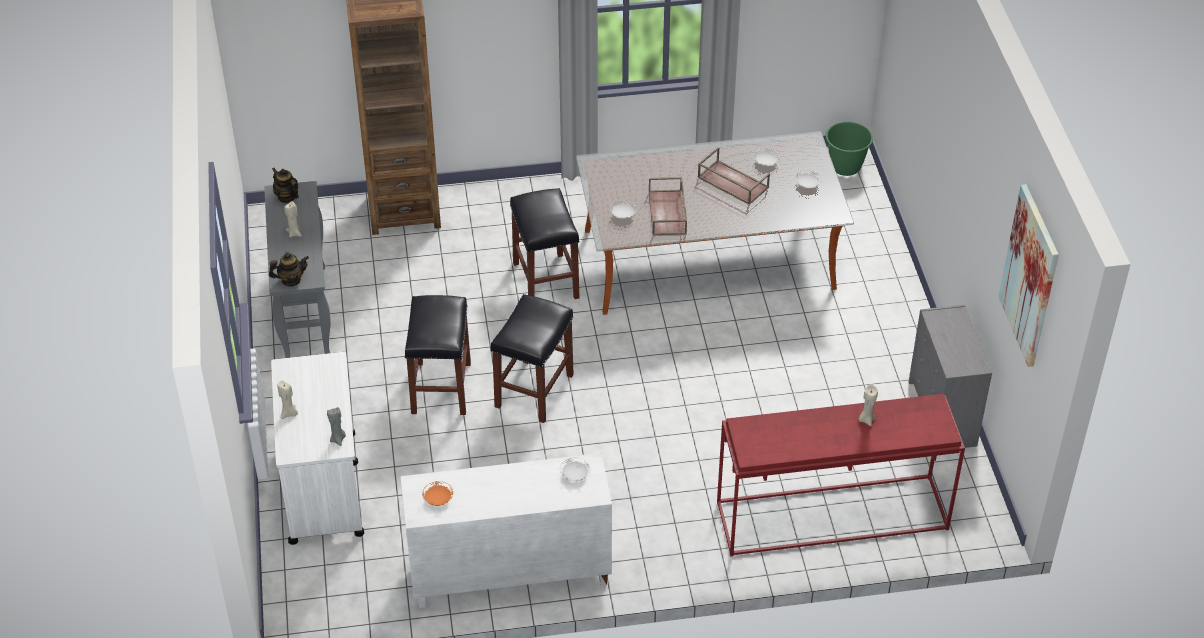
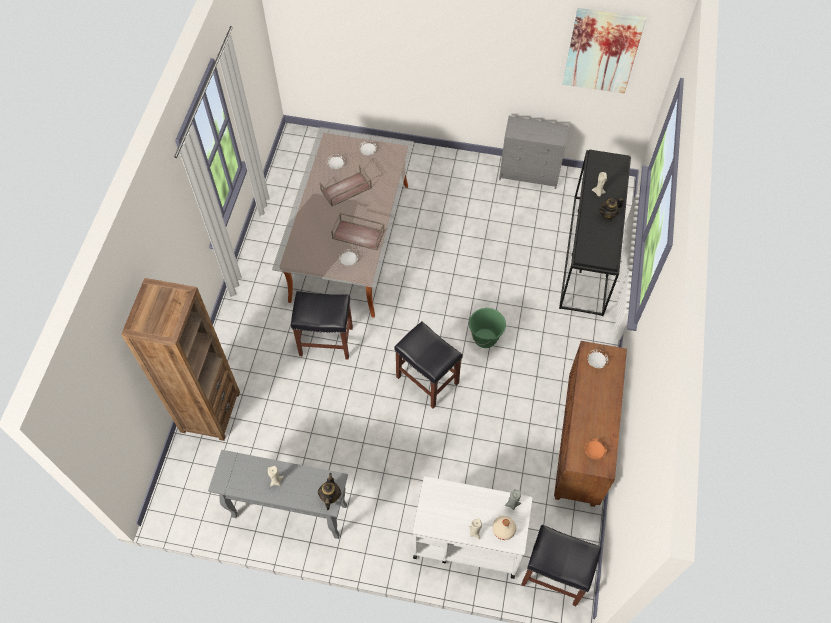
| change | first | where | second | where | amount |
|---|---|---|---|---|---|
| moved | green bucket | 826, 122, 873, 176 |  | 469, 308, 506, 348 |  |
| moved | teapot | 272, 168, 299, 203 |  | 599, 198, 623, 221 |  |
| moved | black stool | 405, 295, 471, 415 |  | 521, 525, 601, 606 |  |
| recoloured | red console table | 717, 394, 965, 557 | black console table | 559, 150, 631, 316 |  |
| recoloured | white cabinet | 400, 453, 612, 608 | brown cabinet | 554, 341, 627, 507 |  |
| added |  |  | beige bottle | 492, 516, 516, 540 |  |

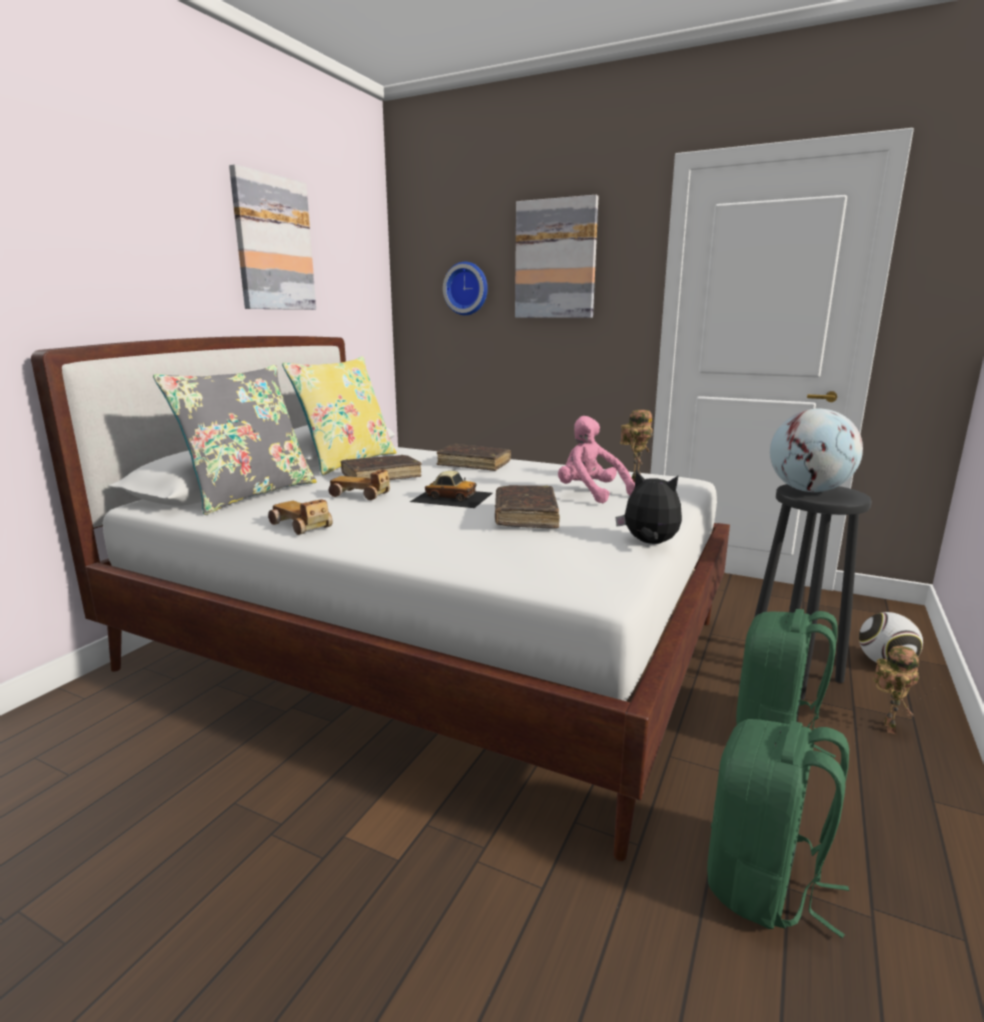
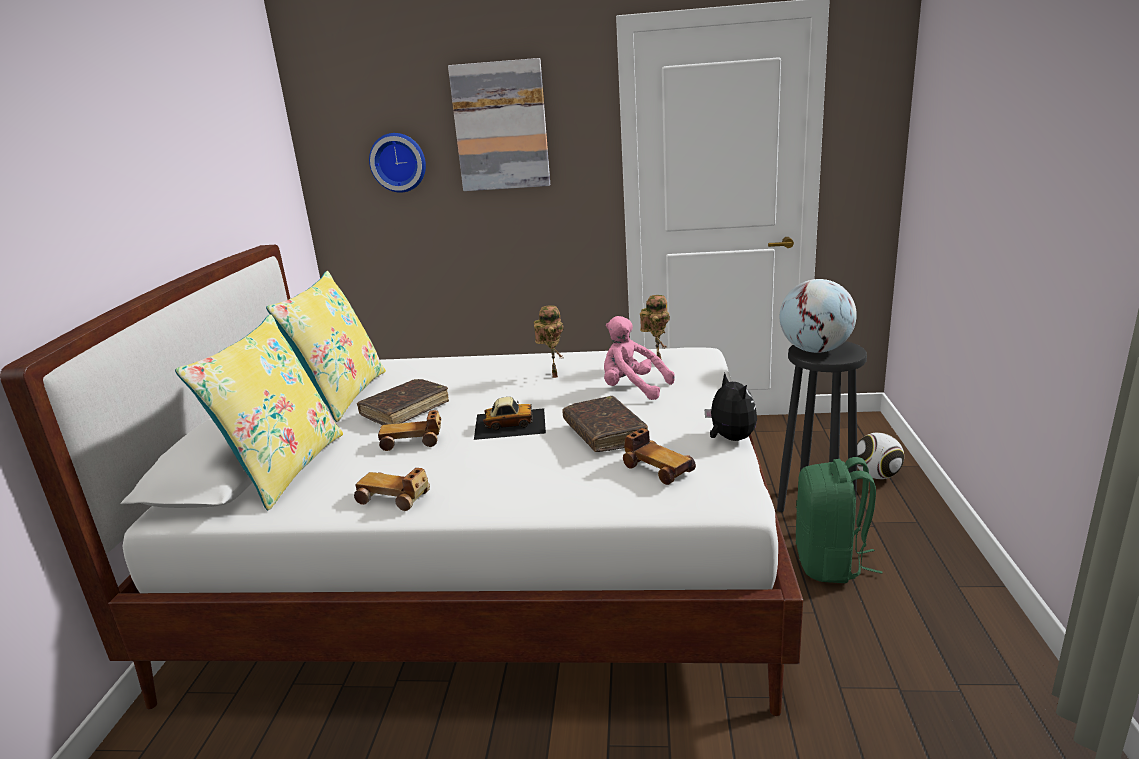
| change | first | where | second | where | amount |
|---|---|---|---|---|---|
| removed | picture | 229, 164, 316, 310 |  |  |  |
| recoloured | grey pillow | 153, 365, 317, 515 | yellow pillow | 175, 314, 343, 510 |  |
| removed | brown book | 437, 444, 511, 471 |  |  |  |
| turned | plush toy | 616, 471, 682, 544 |  | 704, 373, 757, 441 | 60 degrees clockwise |
| moved | toy robot | 873, 645, 919, 734 |  | 534, 305, 564, 378 |  |
| removed | green backpack | 707, 719, 849, 938 |  |  |  |
| added |  |  | toy car | 623, 428, 696, 485 |  |

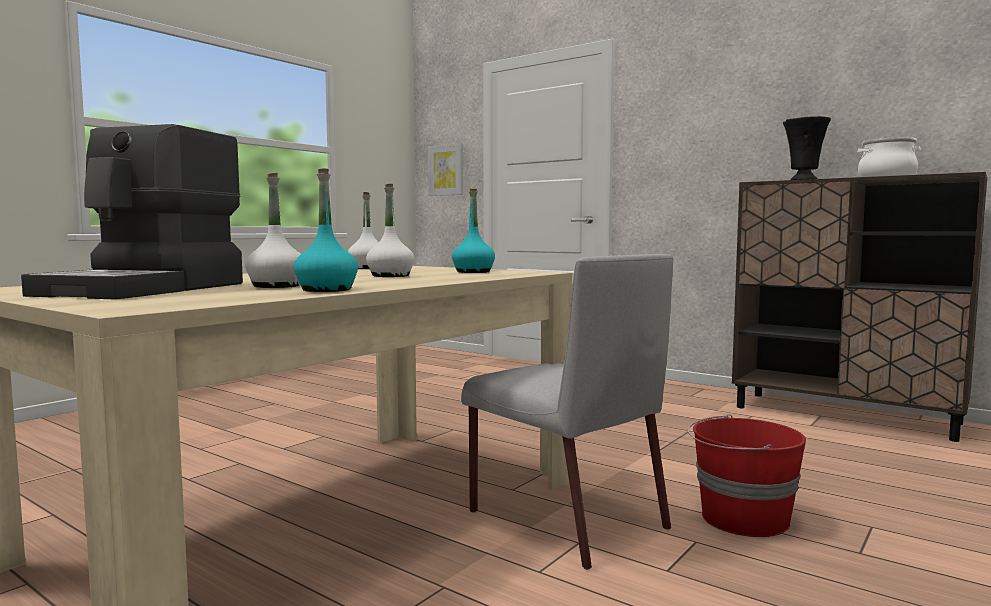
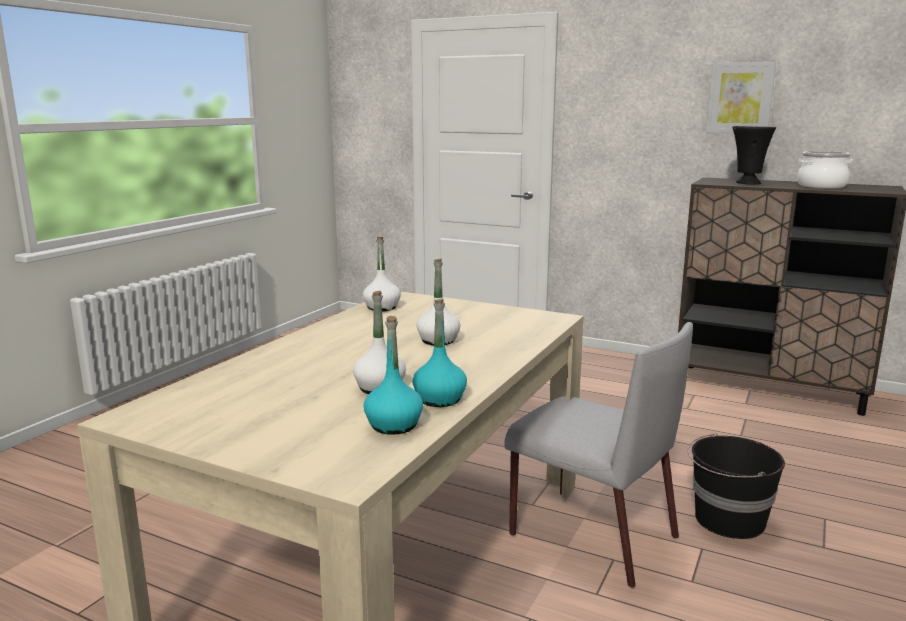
| change | first | where | second | where | amount |
|---|---|---|---|---|---|
| removed | coffee machine | 21, 124, 243, 300 |  |  |  |
| moved | picture | 428, 143, 463, 196 |  | 706, 62, 776, 133 |  |
| moved | turquoise bottle | 452, 188, 495, 273 |  | 364, 316, 423, 435 |  |
| recoloured | red bucket | 688, 414, 806, 537 | black bucket | 687, 433, 785, 539 |  |

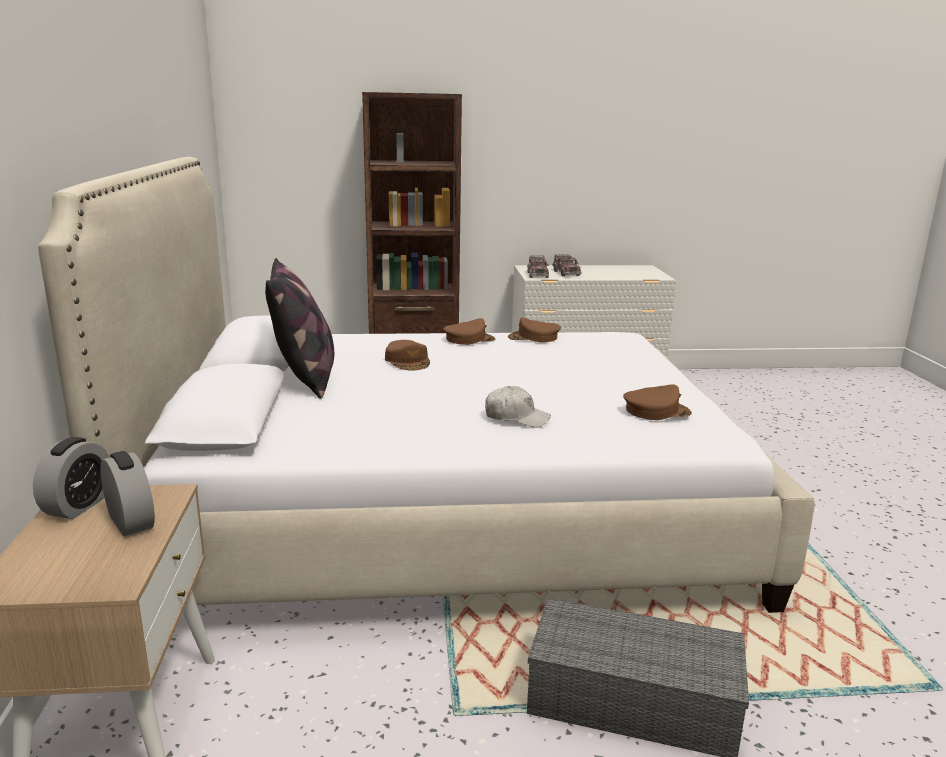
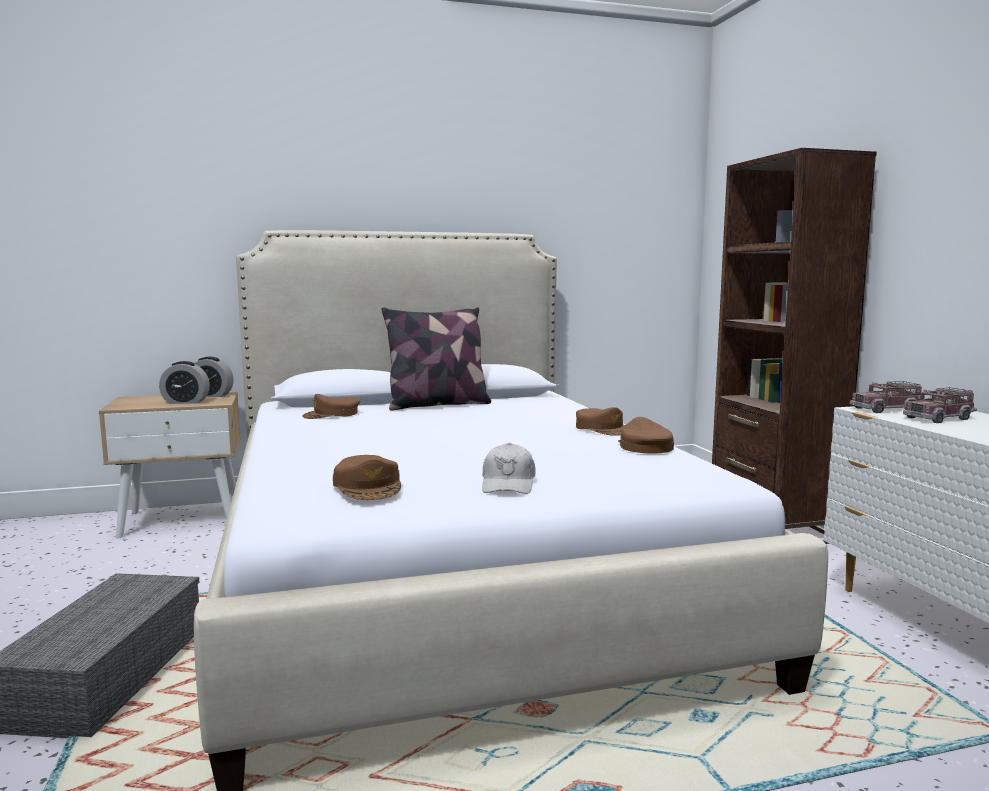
| change | first | where | second | where | amount |
|---|---|---|---|---|---|
| moved | brown cap | 385, 340, 430, 371 |  | 302, 394, 360, 419 |  |
| moved | white cap | 485, 386, 551, 428 |  | 482, 443, 536, 494 |  |
| turned | alarm clock | 100, 451, 155, 536 |  | 159, 361, 210, 404 | 45 degrees clockwise |

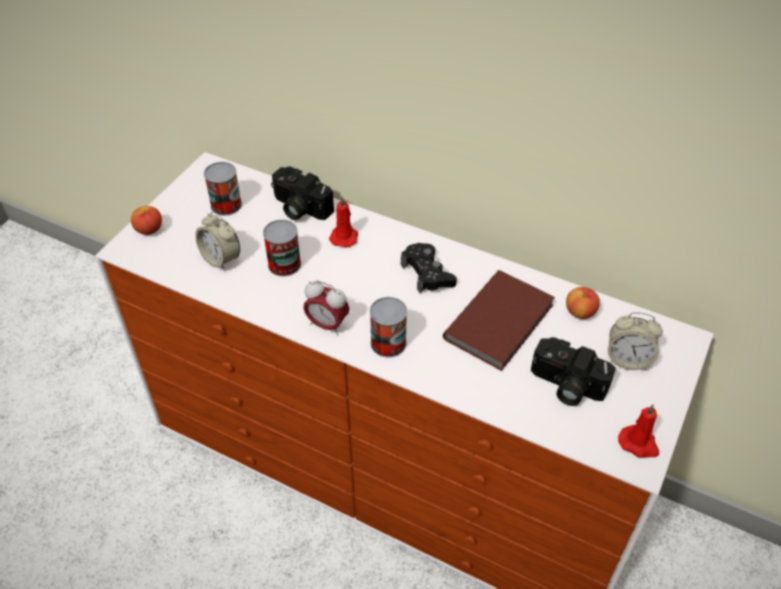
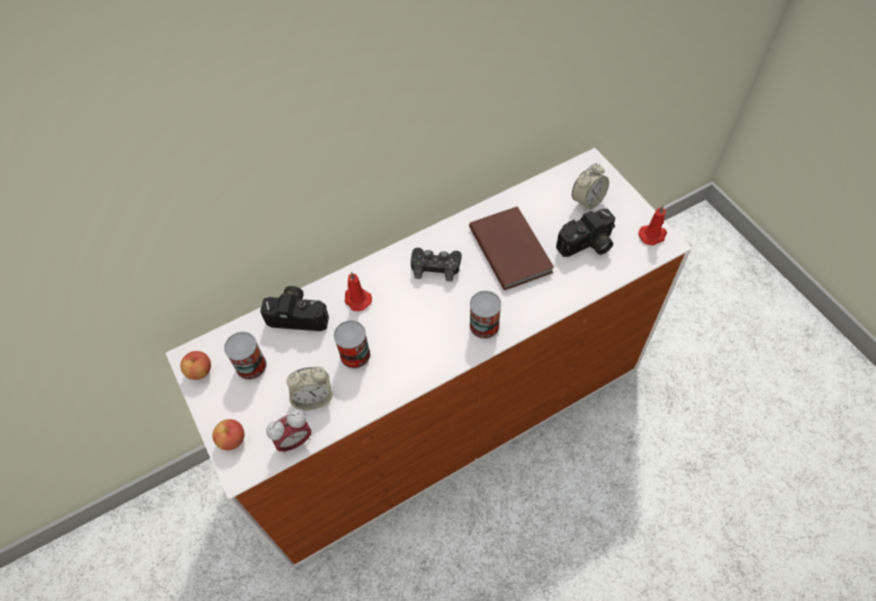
| change | first | where | second | where | amount |
|---|---|---|---|---|---|
| turned | photo camera | 271, 166, 334, 220 |  | 260, 286, 329, 331 | 150 degrees counterclockwise |
| moved | alarm clock | 303, 280, 349, 335 |  | 266, 410, 311, 454 |  |
| moved | apple | 566, 287, 600, 319 |  | 180, 351, 211, 380 |  |

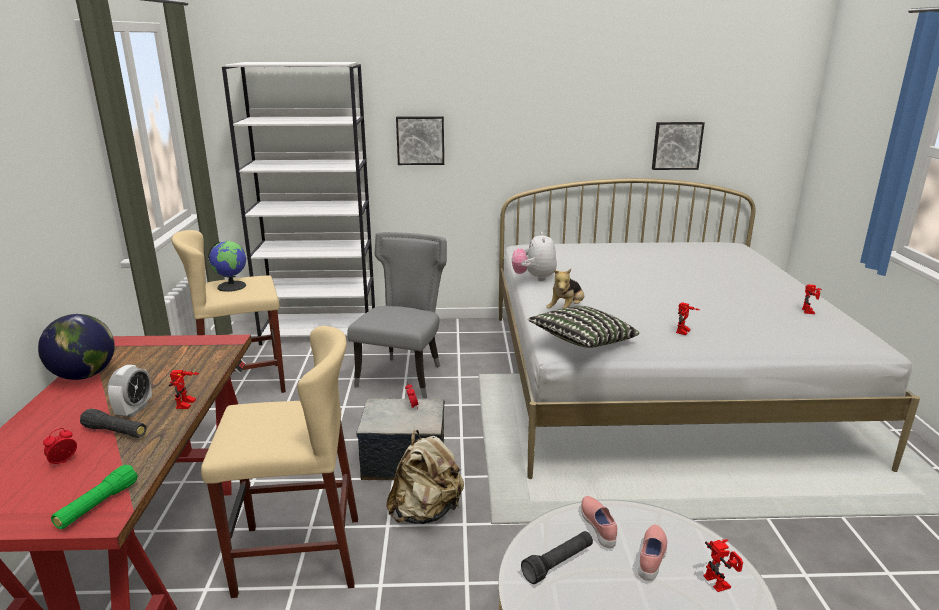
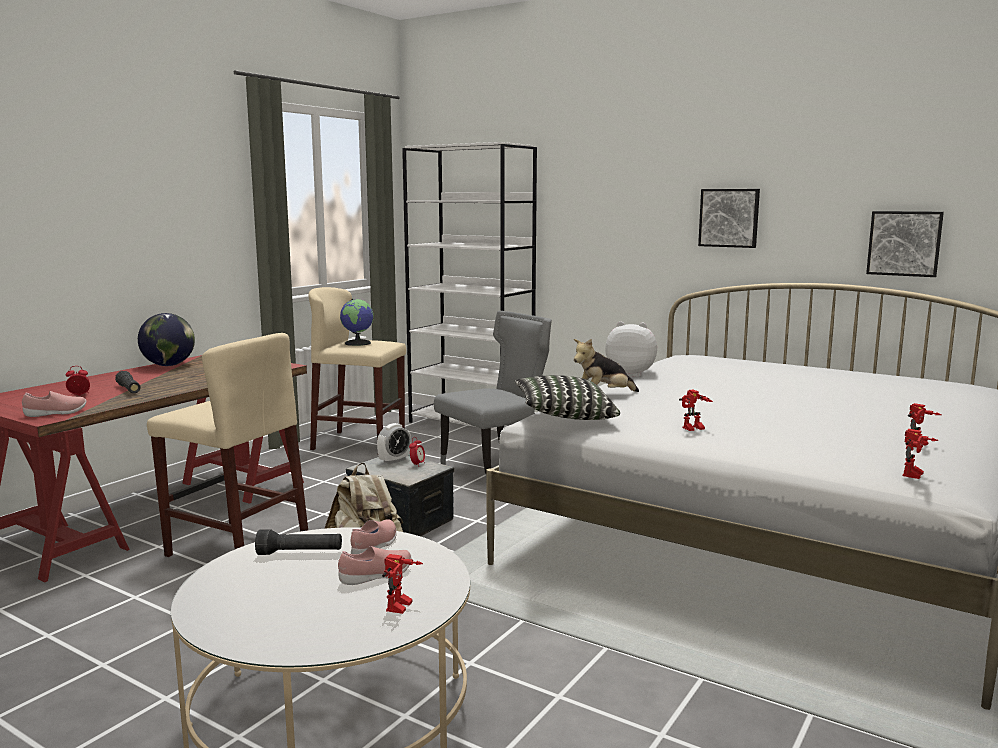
| change | first | where | second | where | amount |
|---|---|---|---|---|---|
| moved | picture | 396, 116, 444, 165 |  | 698, 189, 760, 248 |  |
| turned | plush toy | 512, 232, 557, 281 |  | 605, 321, 657, 377 | 75 degrees clockwise |
| moved | alarm clock | 108, 365, 152, 417 |  | 377, 423, 411, 464 |  |
| moved | toy robot | 169, 370, 200, 409 |  | 903, 429, 939, 479 |  |
| replaced | green flashlight | 51, 465, 138, 529 | pink shoe | 22, 391, 86, 417 |  |

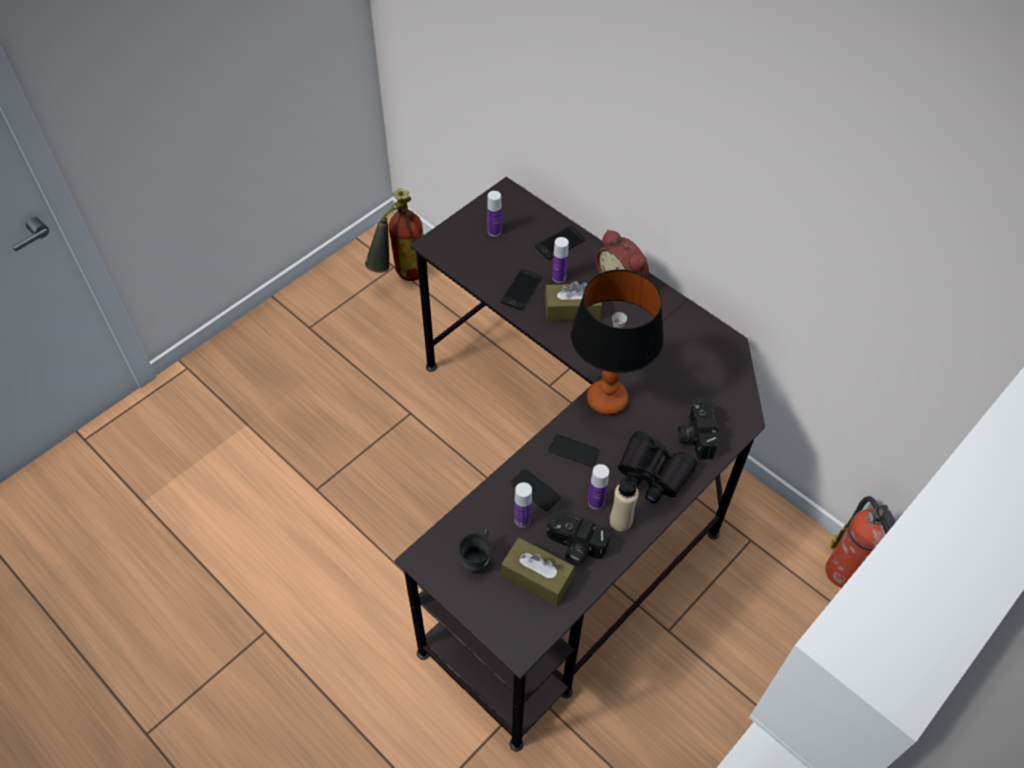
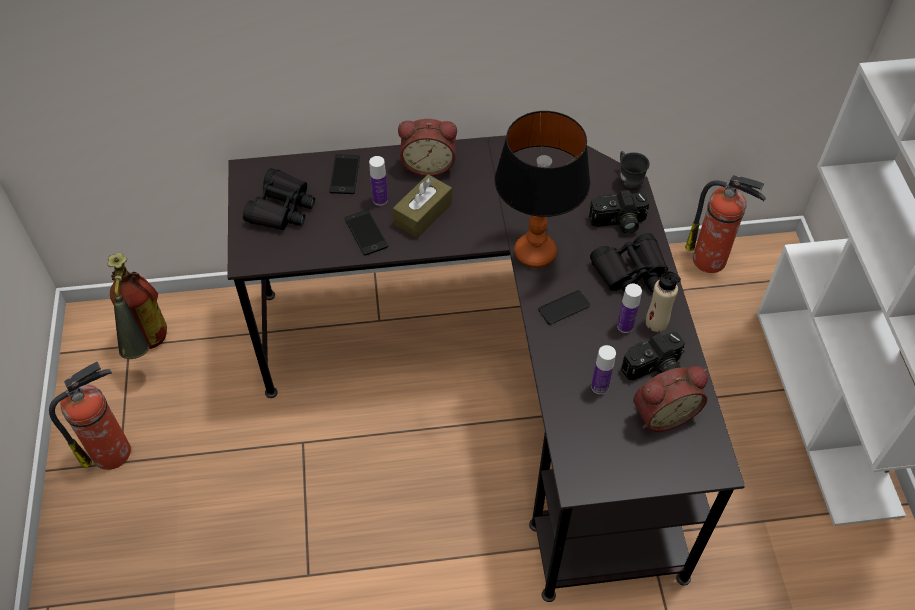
| change | first | where | second | where | amount |
|---|---|---|---|---|---|
| replaced | bottle | 487, 191, 501, 236 | black binoculars | 243, 168, 315, 230 |  |
| turned | photo camera | 678, 398, 719, 460 |  | 589, 190, 649, 234 | 45 degrees counterclockwise |
| removed | phone | 511, 469, 560, 511 |  |  |  |
| moved | grey mug | 458, 528, 492, 573 |  | 620, 151, 650, 190 |  |
| replaced | brown tissue box | 501, 537, 575, 606 | alarm clock | 633, 366, 708, 432 |  |
| added |  |  | fire extinguisher | 49, 362, 131, 470 |  |

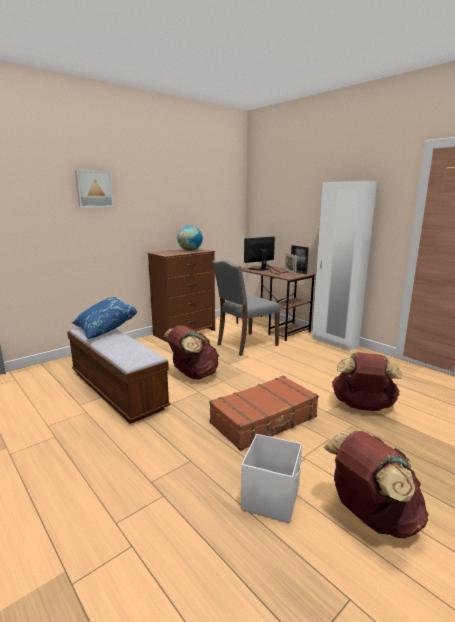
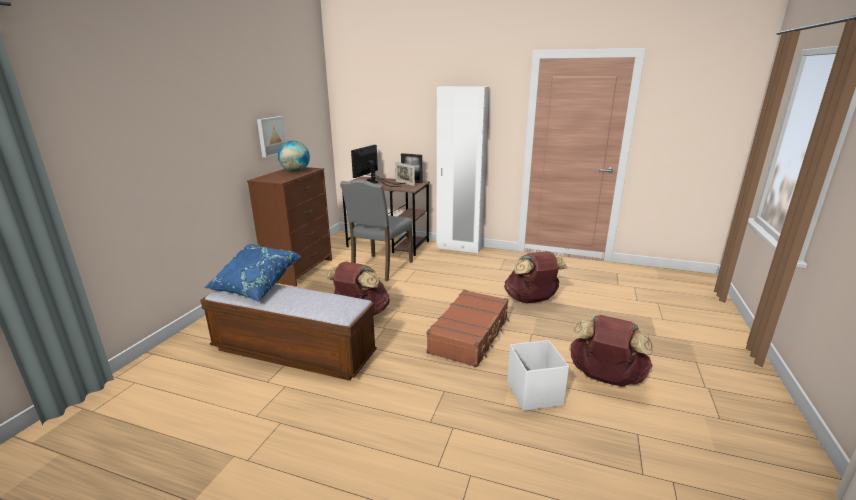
| change | first | where | second | where | amount |
|---|---|---|---|---|---|
| moved | picture | 75, 170, 114, 207 |  | 257, 116, 287, 157 |  |

